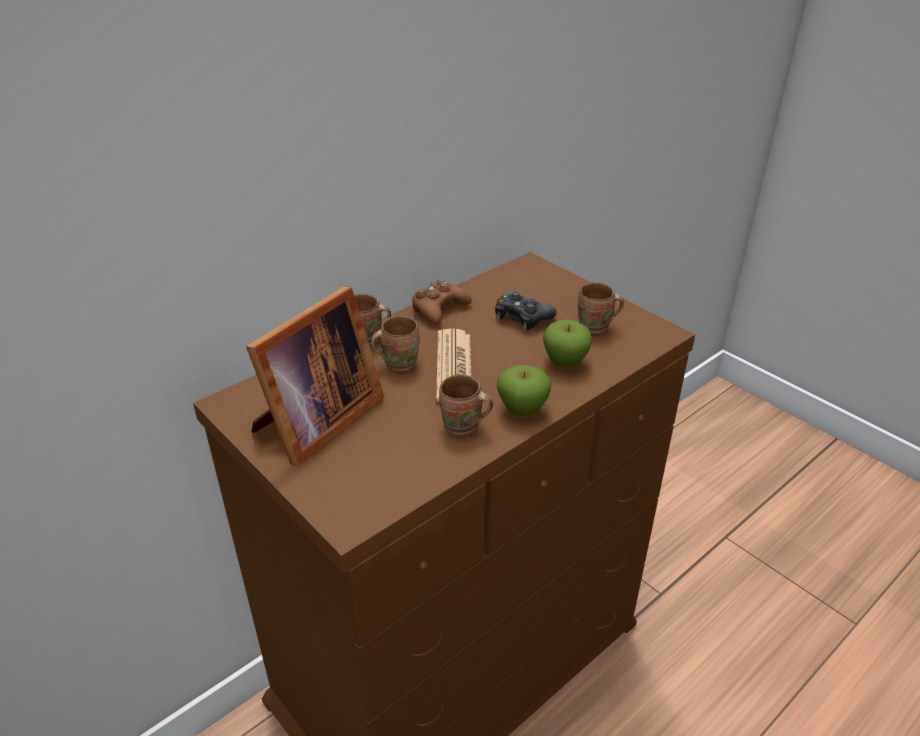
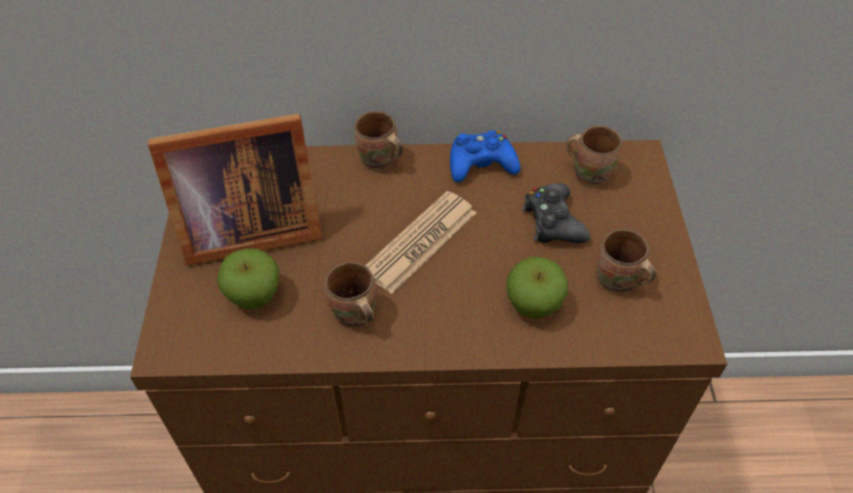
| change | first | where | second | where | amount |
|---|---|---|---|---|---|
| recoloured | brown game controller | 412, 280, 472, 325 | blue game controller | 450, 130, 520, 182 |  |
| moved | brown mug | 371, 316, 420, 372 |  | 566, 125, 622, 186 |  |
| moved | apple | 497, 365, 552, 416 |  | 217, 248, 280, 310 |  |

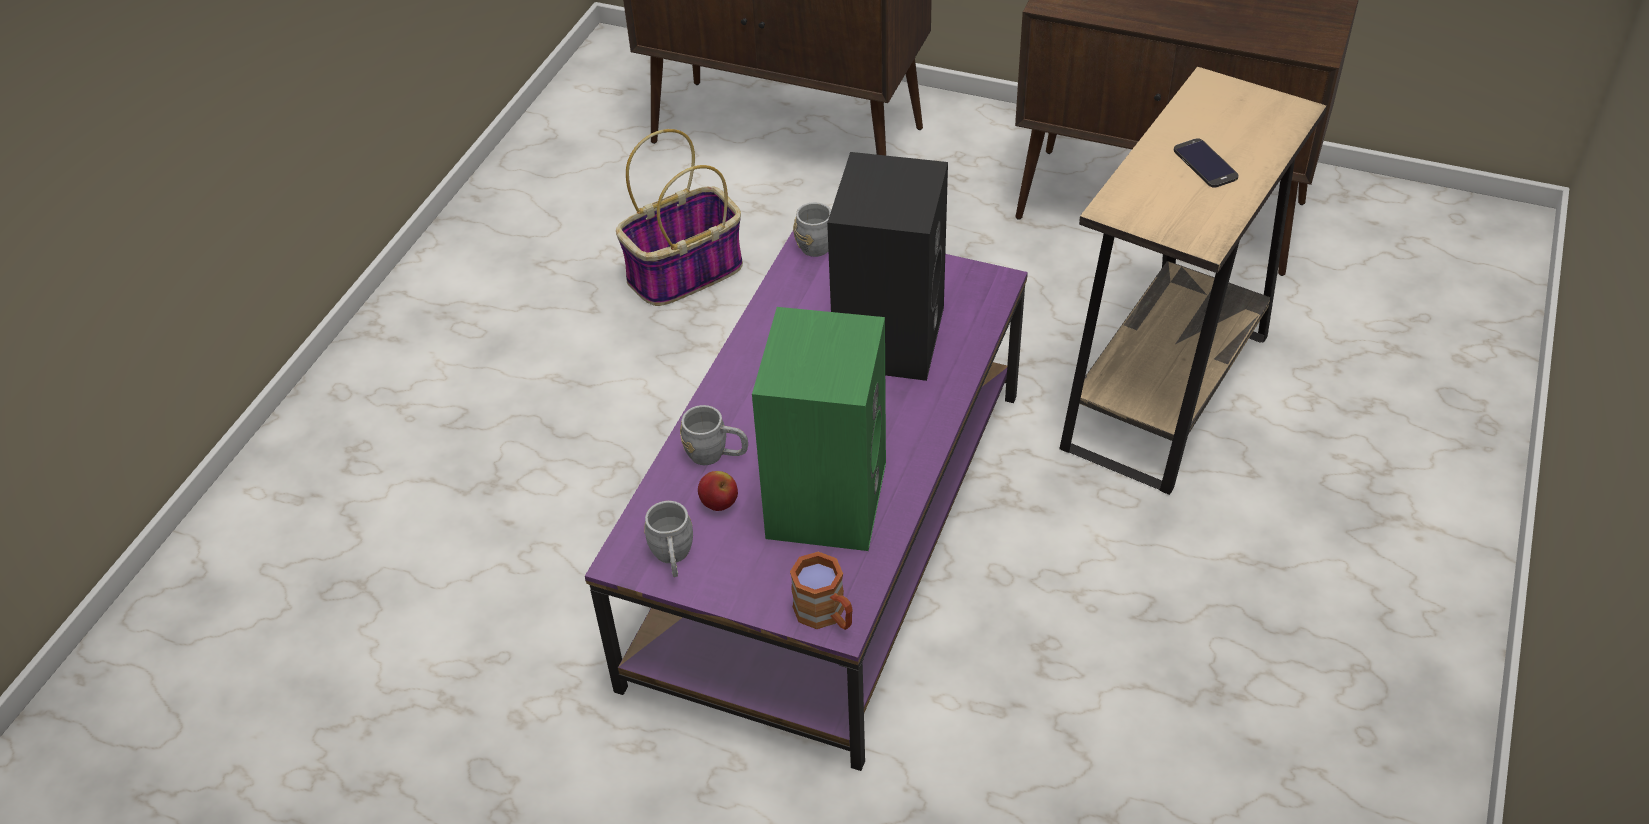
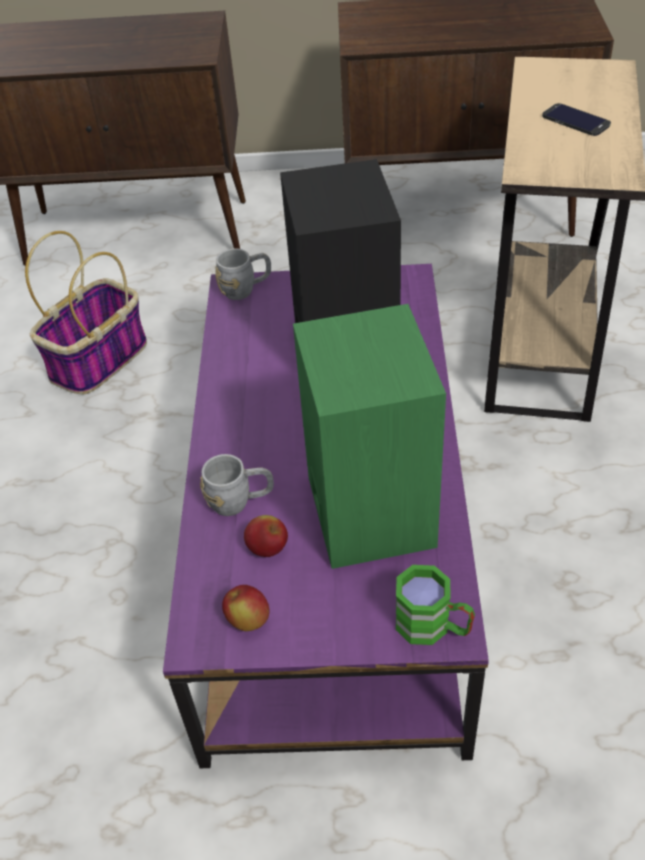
| change | first | where | second | where | amount |
|---|---|---|---|---|---|
| replaced | grey mug | 644, 501, 693, 577 | apple | 222, 585, 269, 631 |  |
| recoloured | brown mug | 790, 552, 853, 630 | green mug | 396, 565, 475, 645 |  |

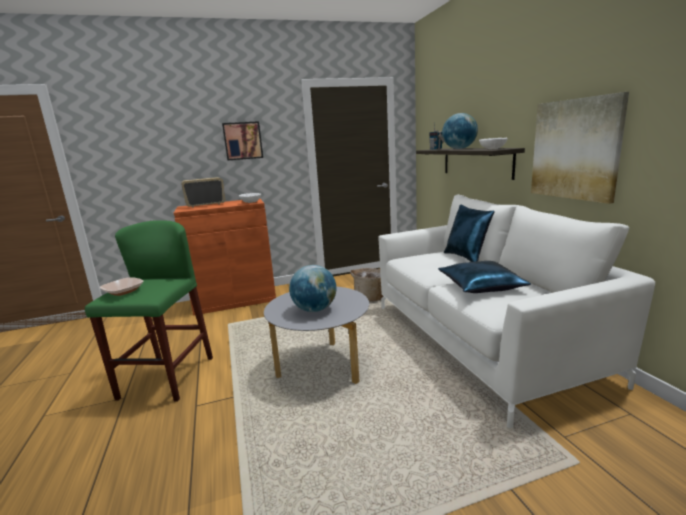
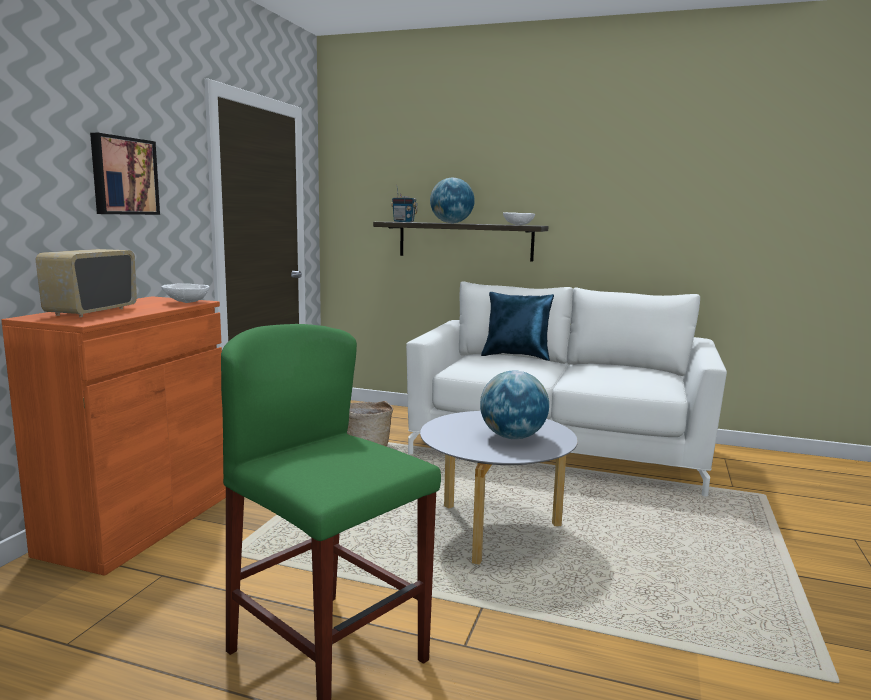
| change | first | where | second | where | amount |
|---|---|---|---|---|---|
| removed | picture | 531, 92, 629, 204 |  |  |  |
| removed | blue pillow | 438, 261, 531, 293 |  |  |  |
| removed | bowl | 100, 277, 144, 296 |  |  |  |

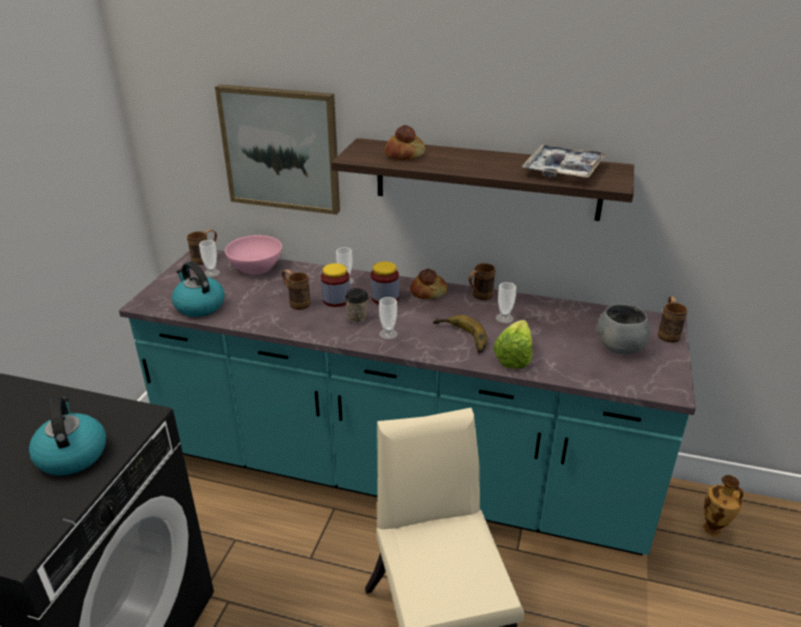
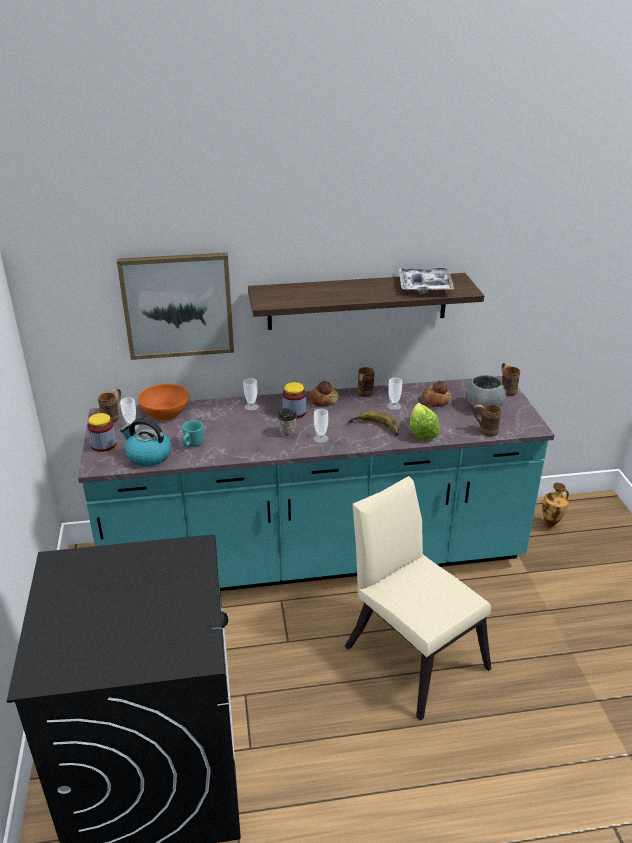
| change | first | where | second | where | amount |
|---|---|---|---|---|---|
| moved | bread | 385, 125, 426, 160 |  | 422, 381, 451, 407 |  |
| recoloured | pink bowl | 225, 235, 282, 275 | orange bowl | 138, 384, 189, 420 |  |
| moved | jar | 321, 263, 350, 307 |  | 87, 413, 116, 452 |  |
| moved | brown mug | 282, 269, 311, 310 |  | 473, 404, 502, 437 |  |
| removed | kettle | 29, 397, 106, 475 |  |  |  |
| added |  |  | turquoise mug | 182, 420, 204, 447 |  |

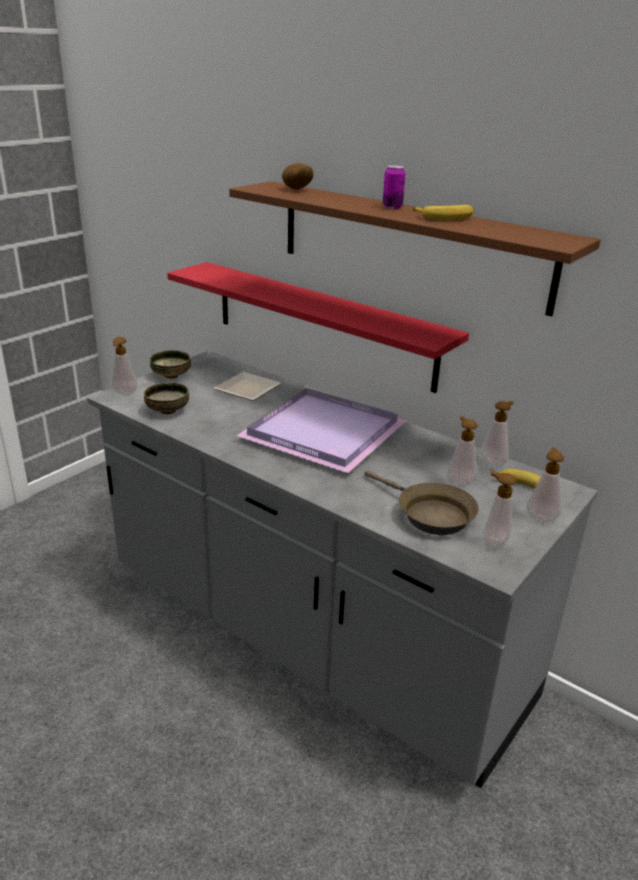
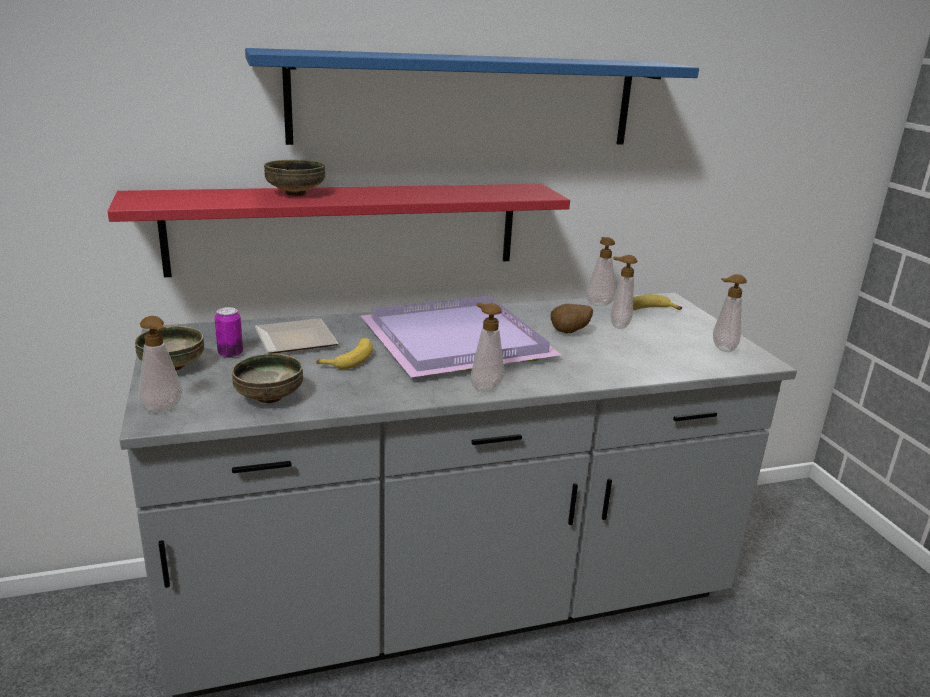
| change | first | where | second | where | amount |
|---|---|---|---|---|---|
| moved | potato | 282, 163, 314, 190 |  | 551, 304, 593, 333 |  |
| moved | can | 383, 165, 406, 209 |  | 215, 307, 243, 358 |  |
| recoloured | brown shelf | 229, 181, 600, 316 | blue shelf | 245, 48, 699, 145 |  |
| moved | banana | 413, 205, 474, 220 |  | 316, 338, 373, 369 |  |
| moved | soap dispenser | 526, 447, 564, 522 |  | 471, 302, 504, 392 |  |
| removed | brown frying pan | 365, 470, 479, 535 |  |  |  |
| added |  |  | bowl | 264, 159, 325, 196 |  |

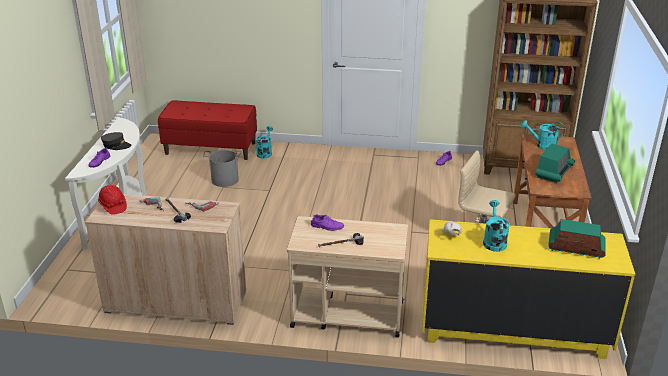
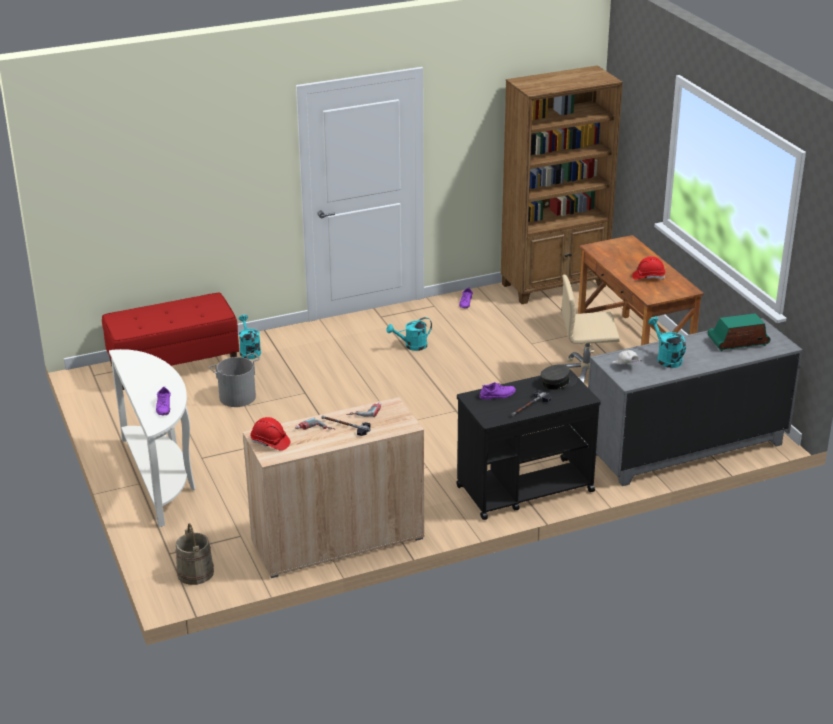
| change | first | where | second | where | amount |
|---|---|---|---|---|---|
| moved | turquoise watering can | 521, 120, 565, 150 |  | 386, 317, 432, 351 |  |
| moved | grey cap | 101, 132, 131, 150 |  | 541, 364, 577, 390 |  |
| replaced | radio | 535, 144, 575, 183 | red hard hat | 632, 256, 665, 280 |  |
| recoloured | beige cart | 287, 216, 408, 338 | black cart | 456, 370, 601, 520 |  |
| recoloured | yellow dresser | 422, 219, 635, 359 | grey dresser | 588, 318, 803, 486 |  |
| added |  |  | beige bucket | 176, 523, 214, 585 |  |

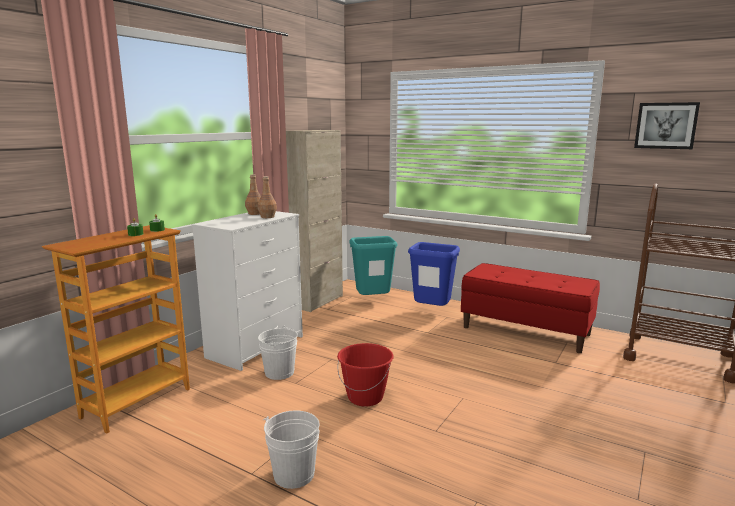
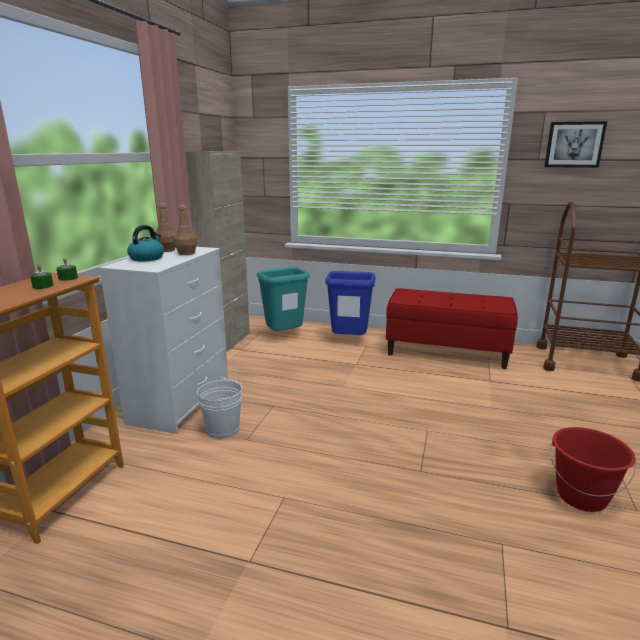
| change | first | where | second | where | amount |
|---|---|---|---|---|---|
| moved | red bucket | 337, 343, 394, 407 |  | 550, 427, 636, 512 |  |
| removed | white bucket | 263, 410, 320, 489 |  |  |  |
| added |  |  | kettle | 127, 225, 164, 262 |  |

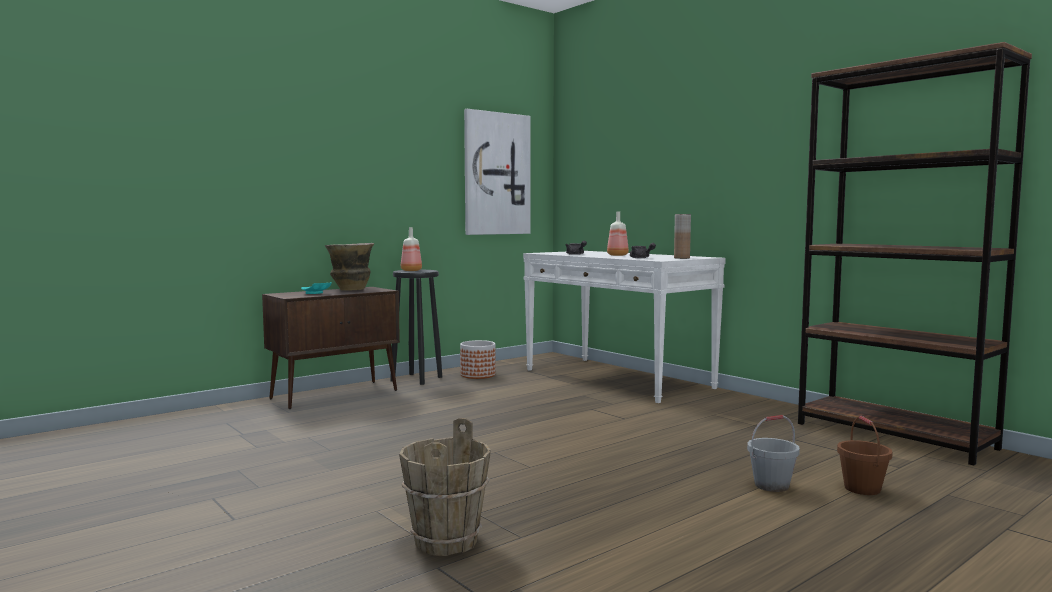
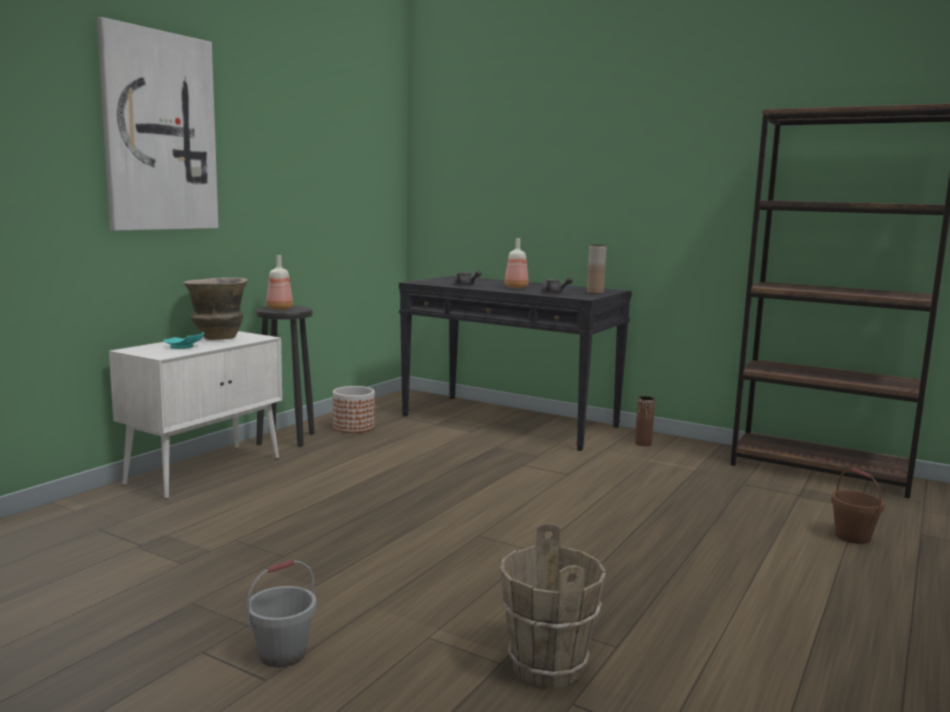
| change | first | where | second | where | amount |
|---|---|---|---|---|---|
| moved | picture | 464, 109, 531, 235 |  | 97, 17, 218, 231 |  |
| recoloured | white console table | 523, 251, 726, 403 | black console table | 399, 276, 632, 451 |  |
| recoloured | brown cabinet | 262, 287, 400, 409 | white cabinet | 109, 331, 282, 499 |  |
| moved | grey bucket | 747, 415, 800, 492 |  | 246, 560, 316, 667 |  |
| added |  |  | brown vase | 635, 396, 655, 446 |  |

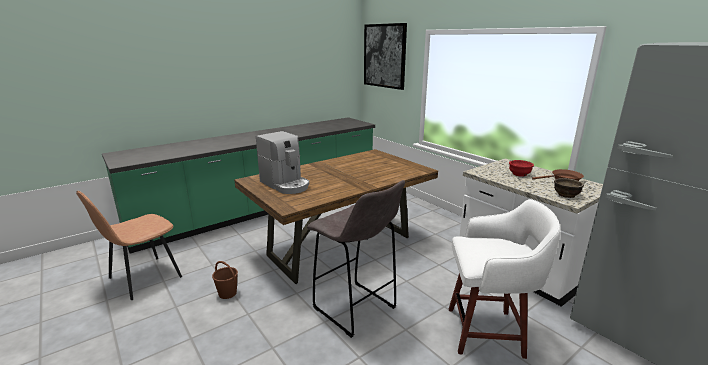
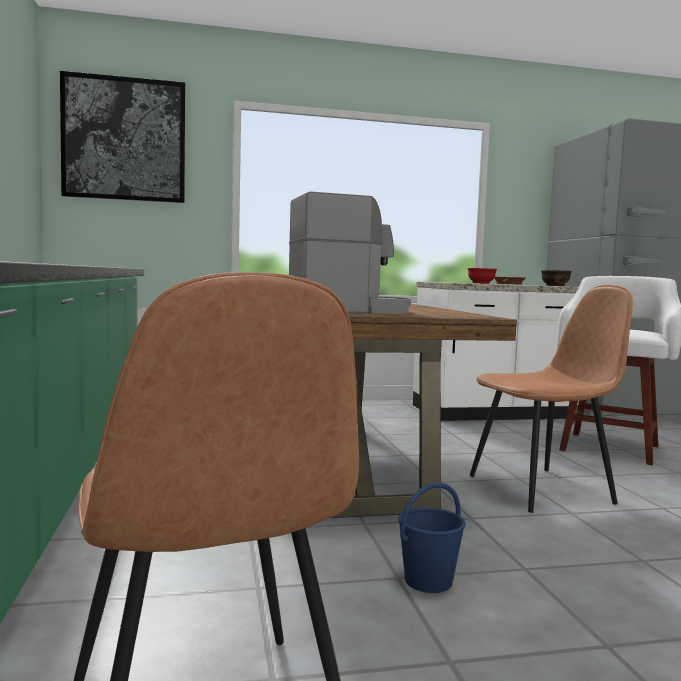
| change | first | where | second | where | amount |
|---|---|---|---|---|---|
| replaced | grey stool | 307, 180, 405, 338 | brown chair | 470, 285, 633, 513 |  |
| recoloured | brown bucket | 212, 261, 238, 299 | blue bucket | 398, 482, 465, 593 |  |

